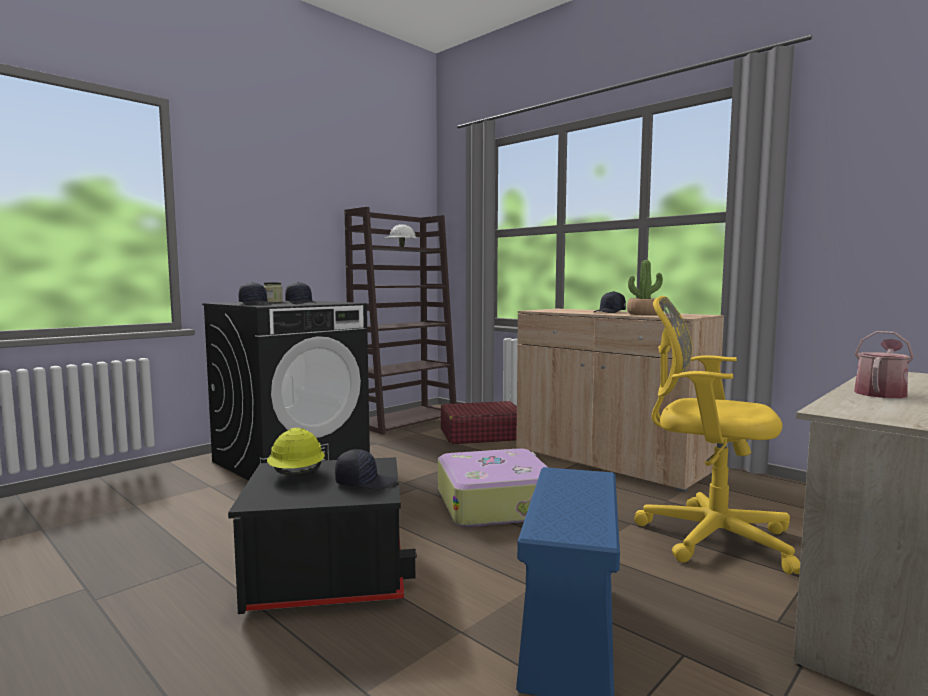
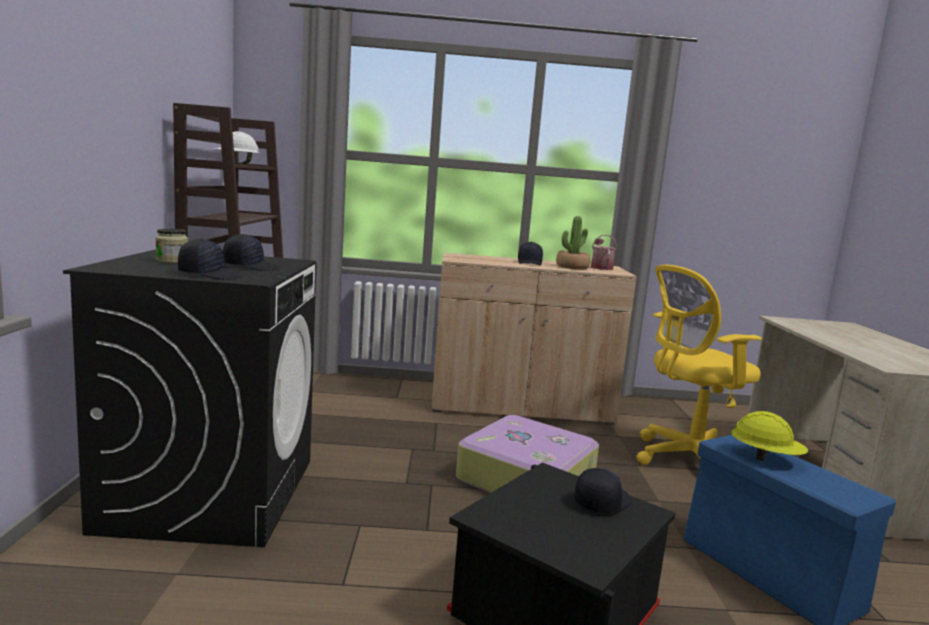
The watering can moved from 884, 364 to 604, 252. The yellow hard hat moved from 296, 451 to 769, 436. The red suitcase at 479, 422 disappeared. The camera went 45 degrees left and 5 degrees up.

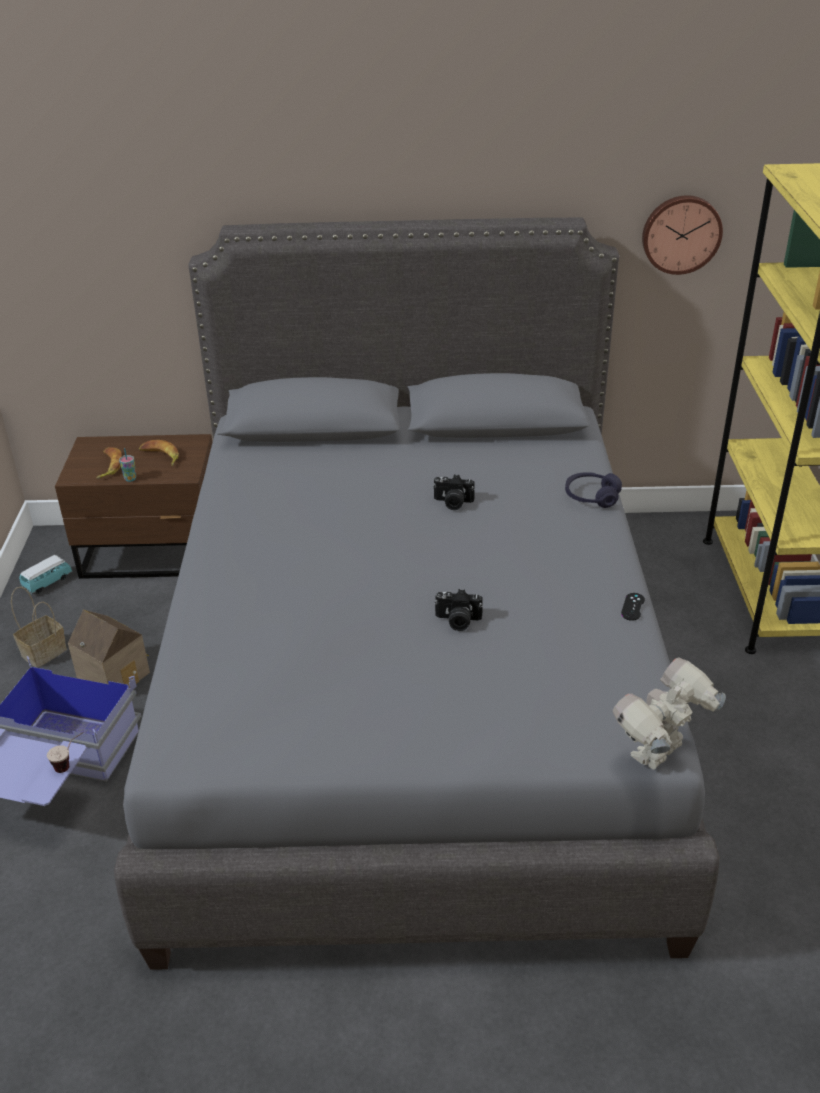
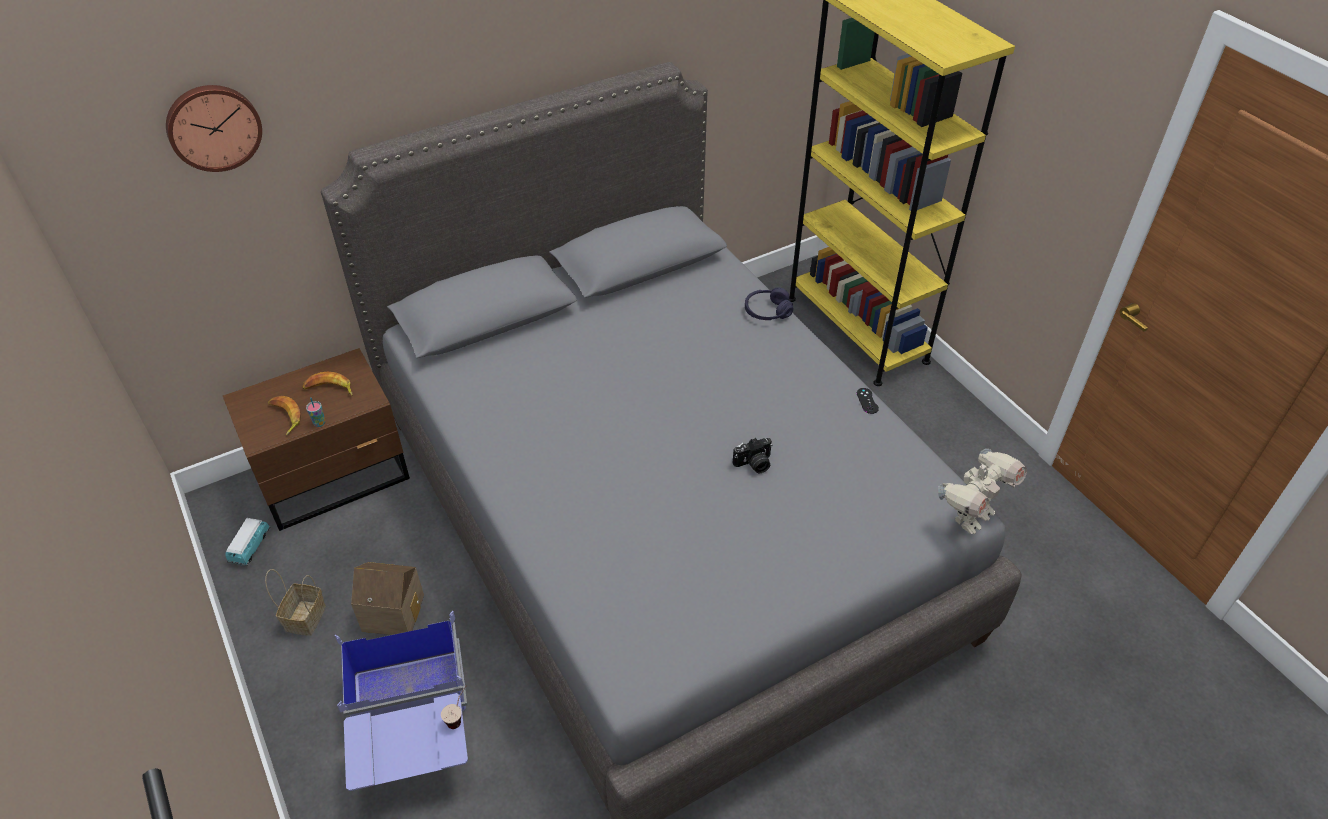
The wall clock moved from 682, 235 to 214, 128. The toy robot at 669, 713 turned 150 degrees counterclockwise. The photo camera at 454, 492 disappeared. The camera went 30 degrees left and 10 degrees up.

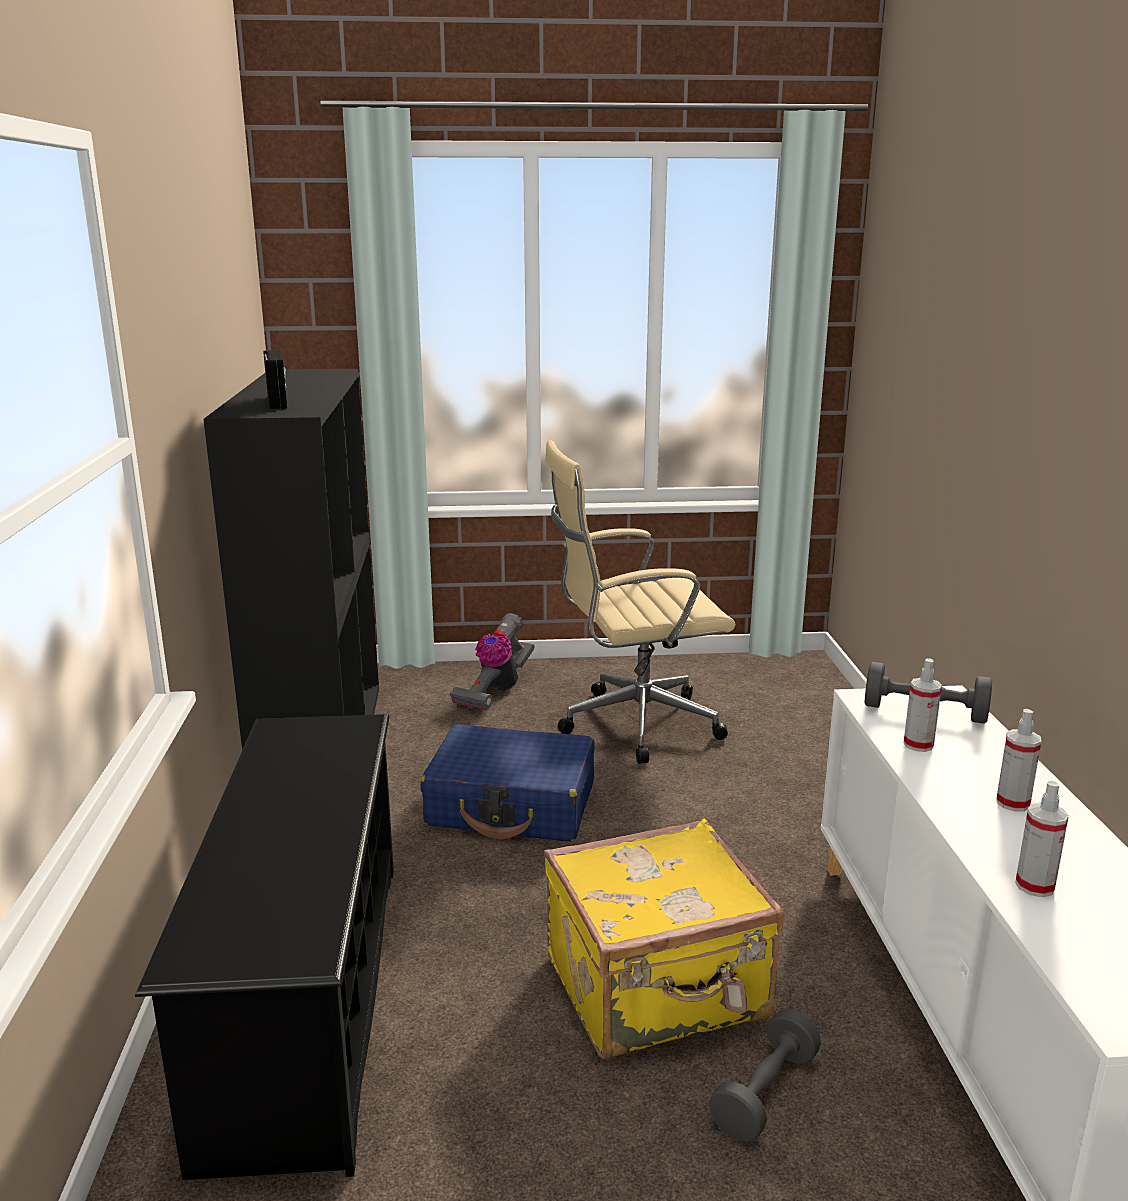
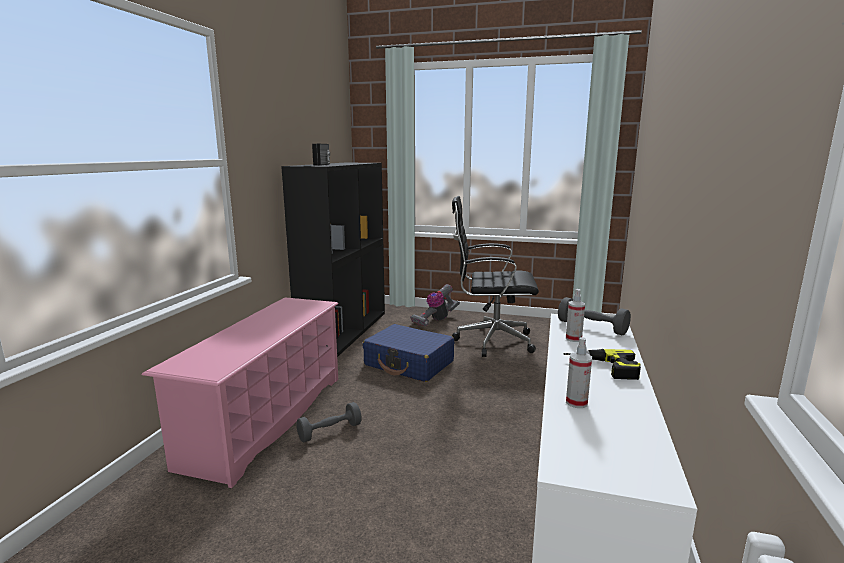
The black shoe rack at 264, 947 became the pink shoe rack at 240, 392. The grey dumbbell moved from 765, 1075 to 329, 422. The beige office chair at 640, 602 became the black office chair at 495, 276. The spray bottle at 1018, 760 was replaced by the power drill at 602, 364. The yellow suitcase at 664, 939 disappeared. The camera went 20 degrees right and 5 degrees down.

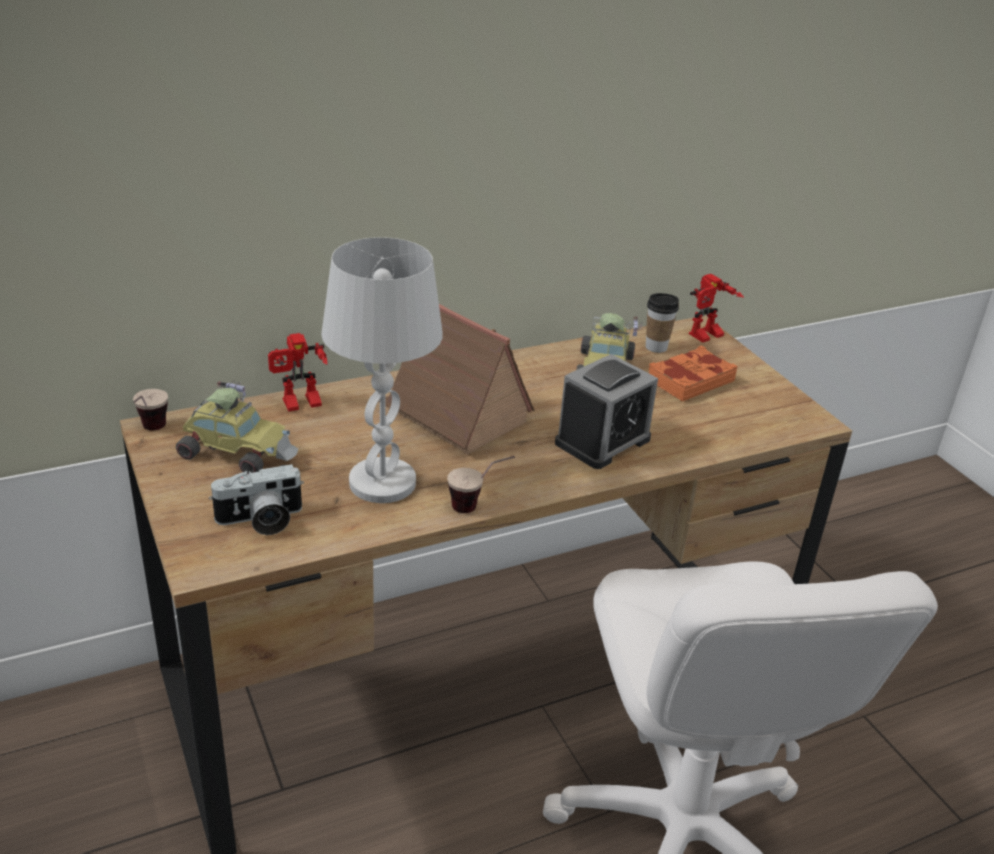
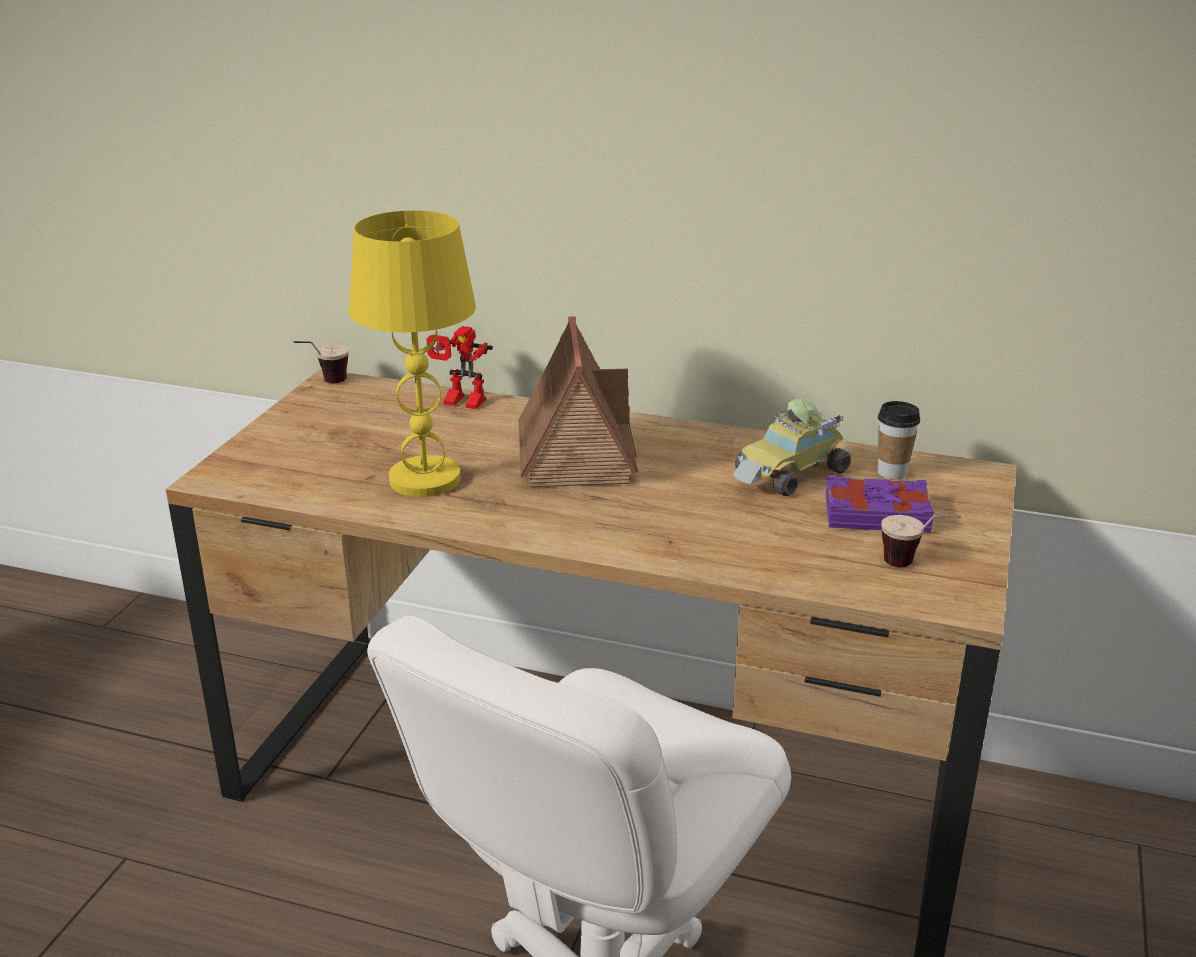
The white table lamp at 382, 370 became the yellow table lamp at 412, 353. The orange book at 693, 373 became the purple book at 880, 504. The cup moved from 481, 484 to 921, 541. The toy car at 237, 427 disappeared. The photo camera at 256, 499 disappeared. The alarm clock at 606, 411 disappeared. The toy robot at 716, 308 disappeared. The camera went 45 degrees right and 5 degrees down.

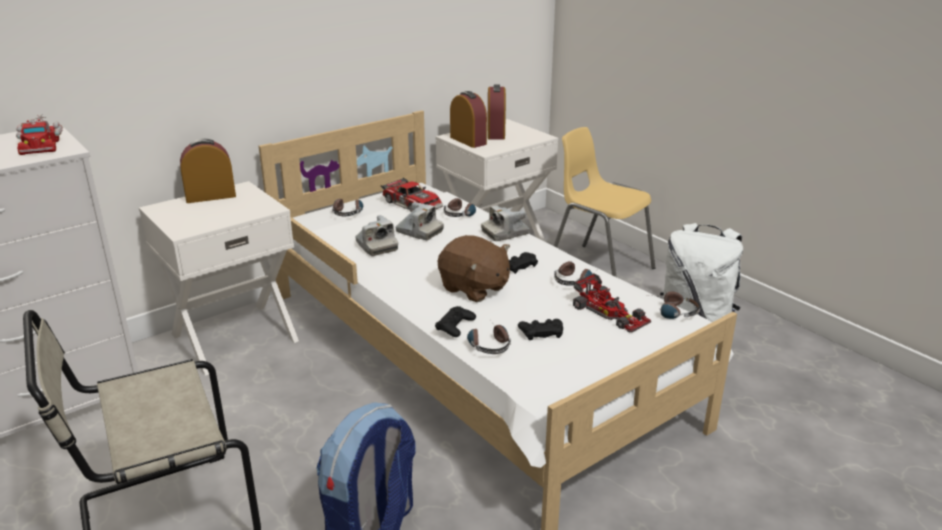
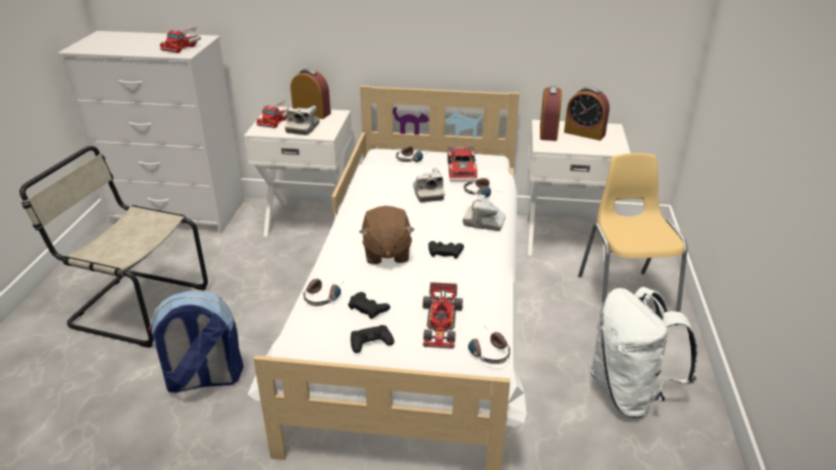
The toy truck at 273, 114 appeared. The photo camera moved from 376, 235 to 302, 120. The black game controller moved from 455, 321 to 372, 339. The alarm clock at 496, 112 turned 105 degrees counterclockwise. The headphones at 575, 273 disappeared. The camera went 45 degrees right and 5 degrees up.

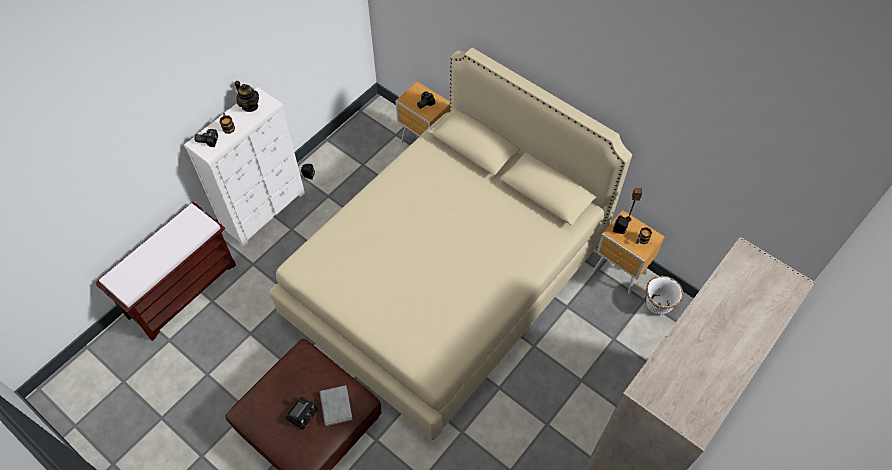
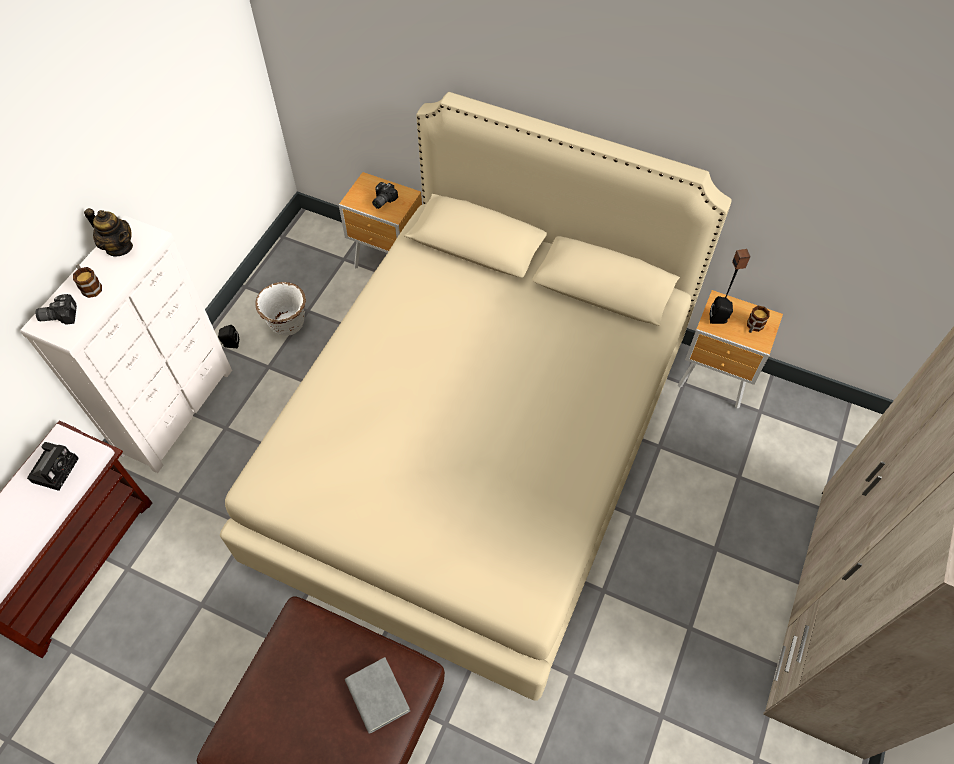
The photo camera moved from 302, 413 to 53, 466. The white planter moved from 665, 295 to 280, 309. The camera went 15 degrees left and 0 degrees up.

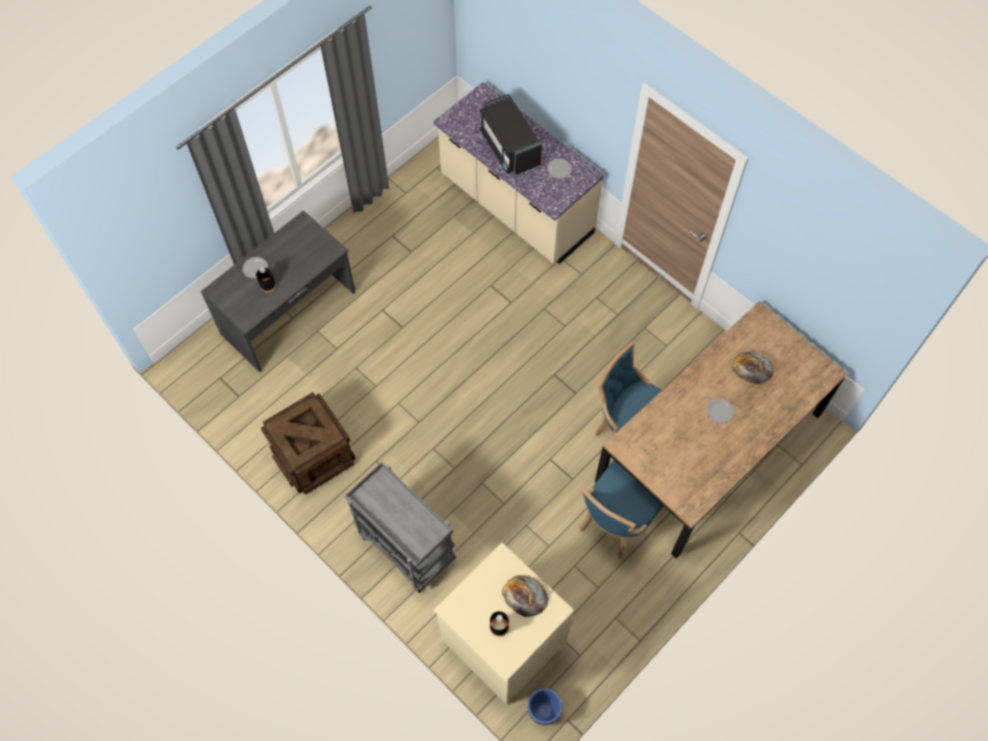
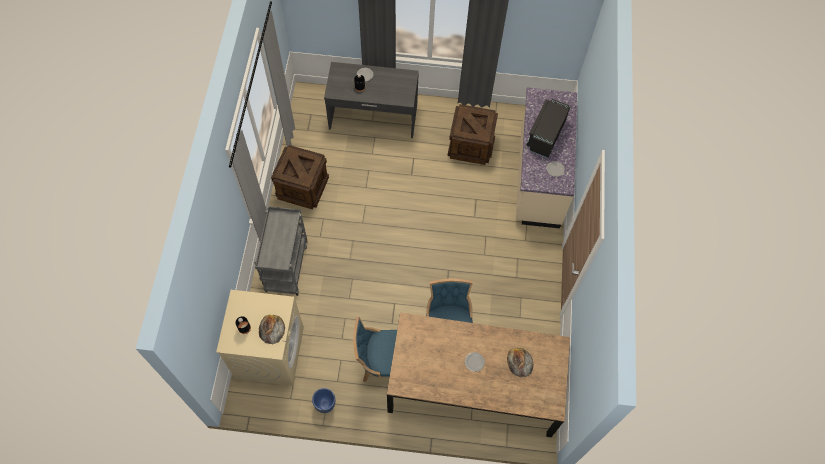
The blue planter moved from 545, 706 to 323, 400. The crate at 473, 134 appeared. The camera went 50 degrees right and 0 degrees up.

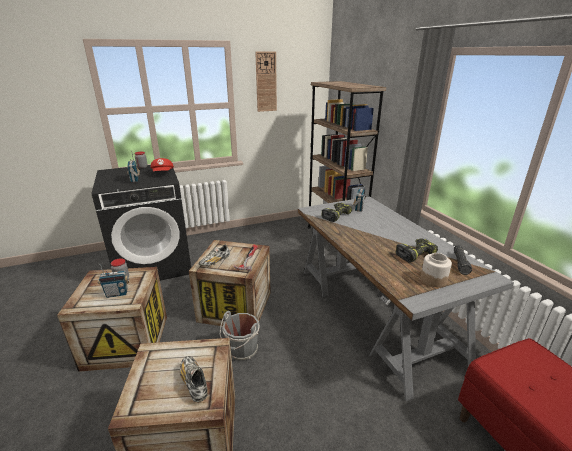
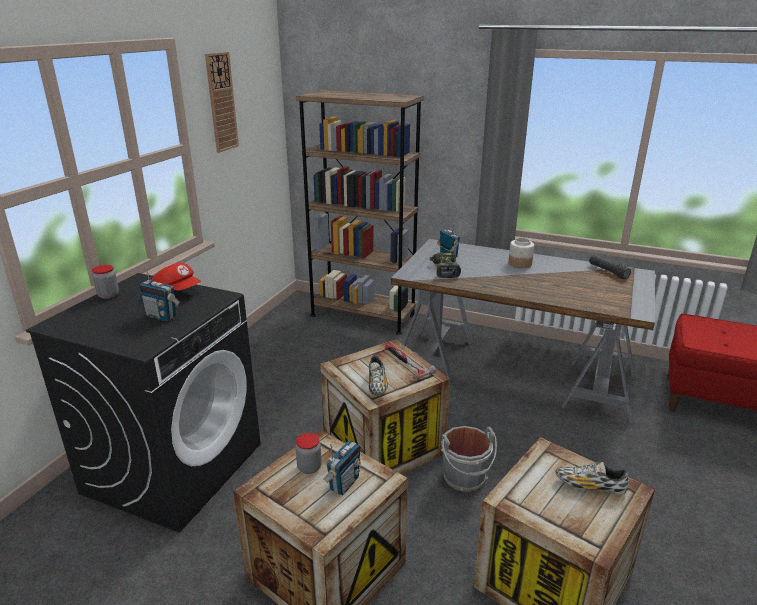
The jar moved from 436, 270 to 521, 253. The power drill at 417, 250 disappeared. The camera went 45 degrees left and 0 degrees up.

